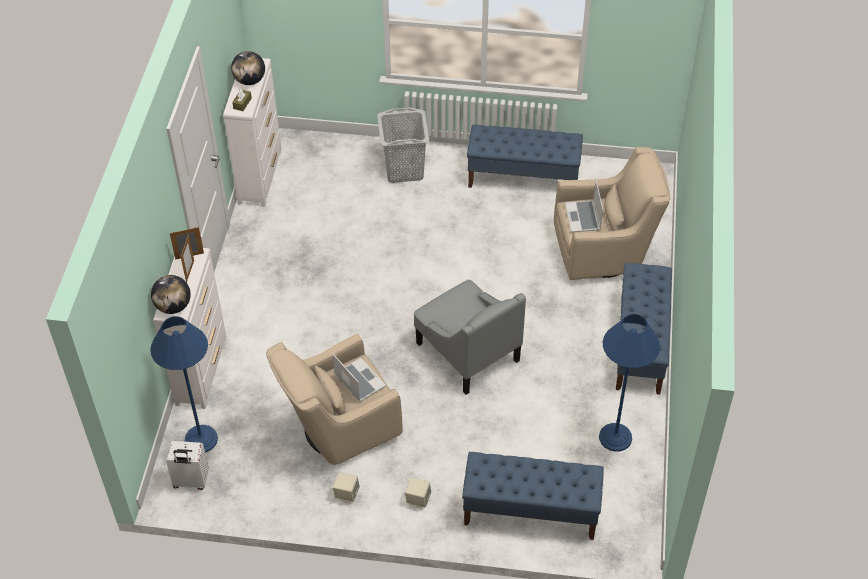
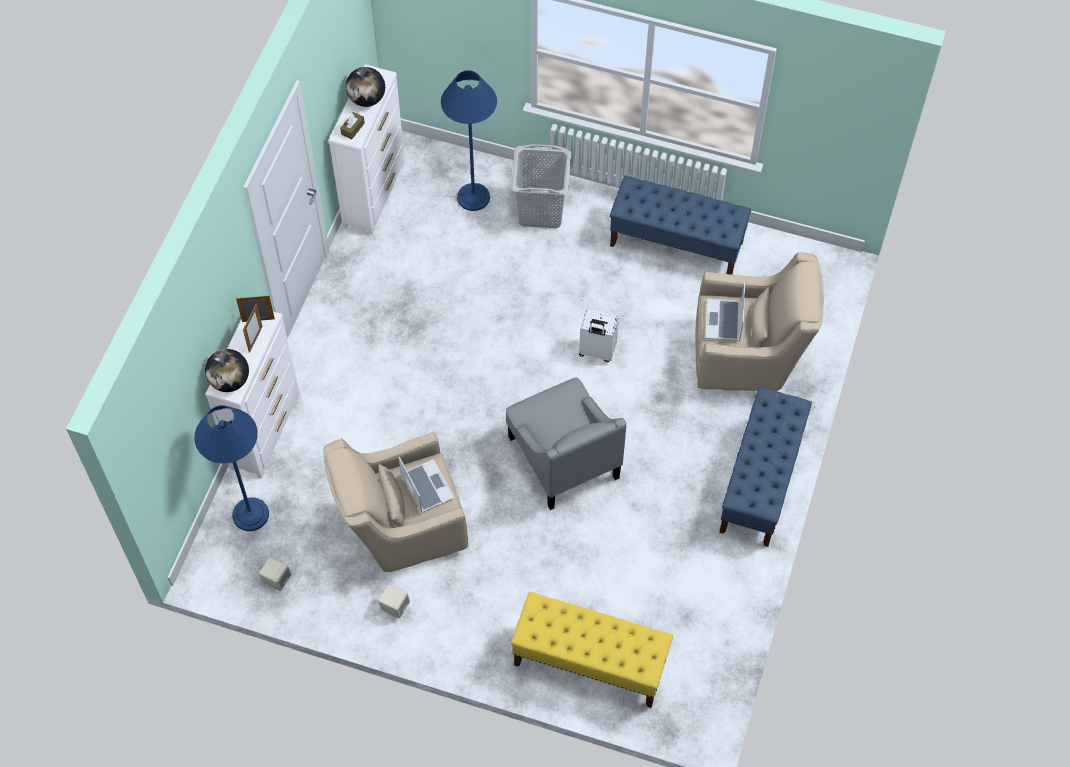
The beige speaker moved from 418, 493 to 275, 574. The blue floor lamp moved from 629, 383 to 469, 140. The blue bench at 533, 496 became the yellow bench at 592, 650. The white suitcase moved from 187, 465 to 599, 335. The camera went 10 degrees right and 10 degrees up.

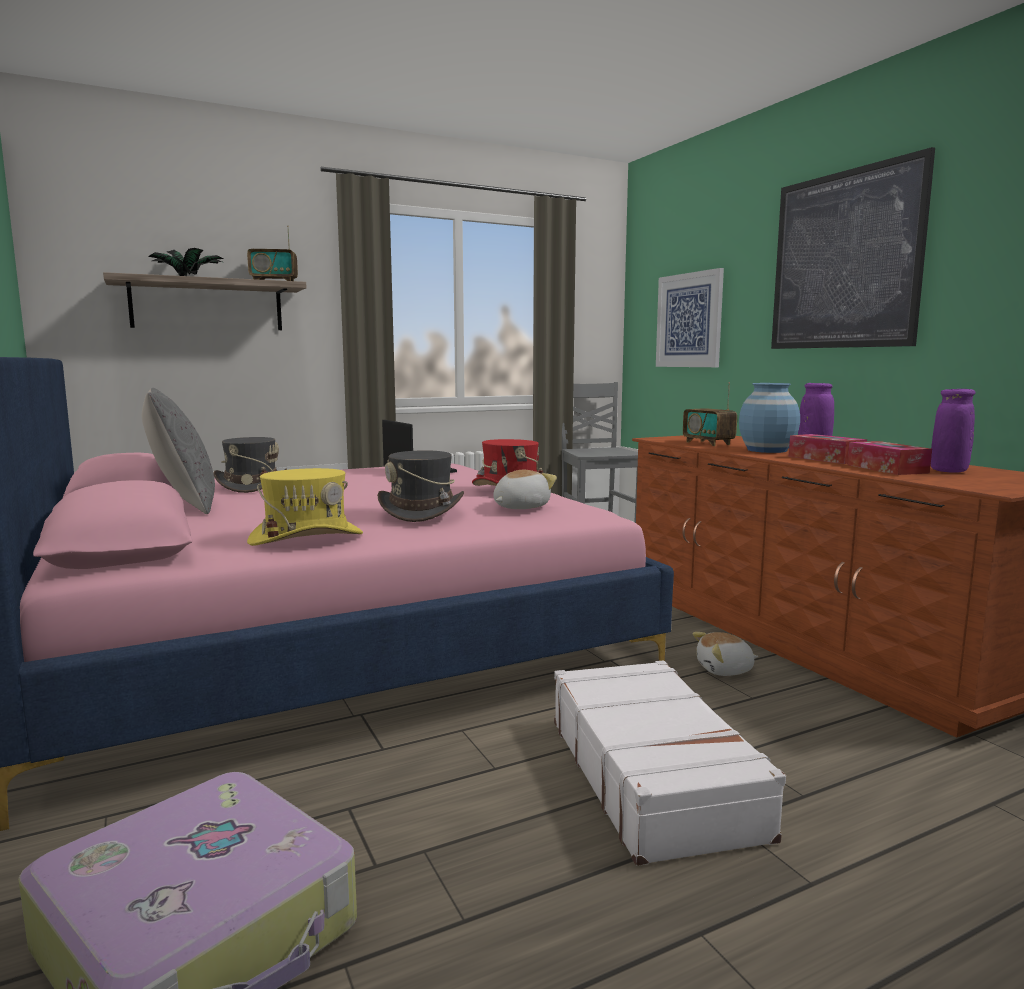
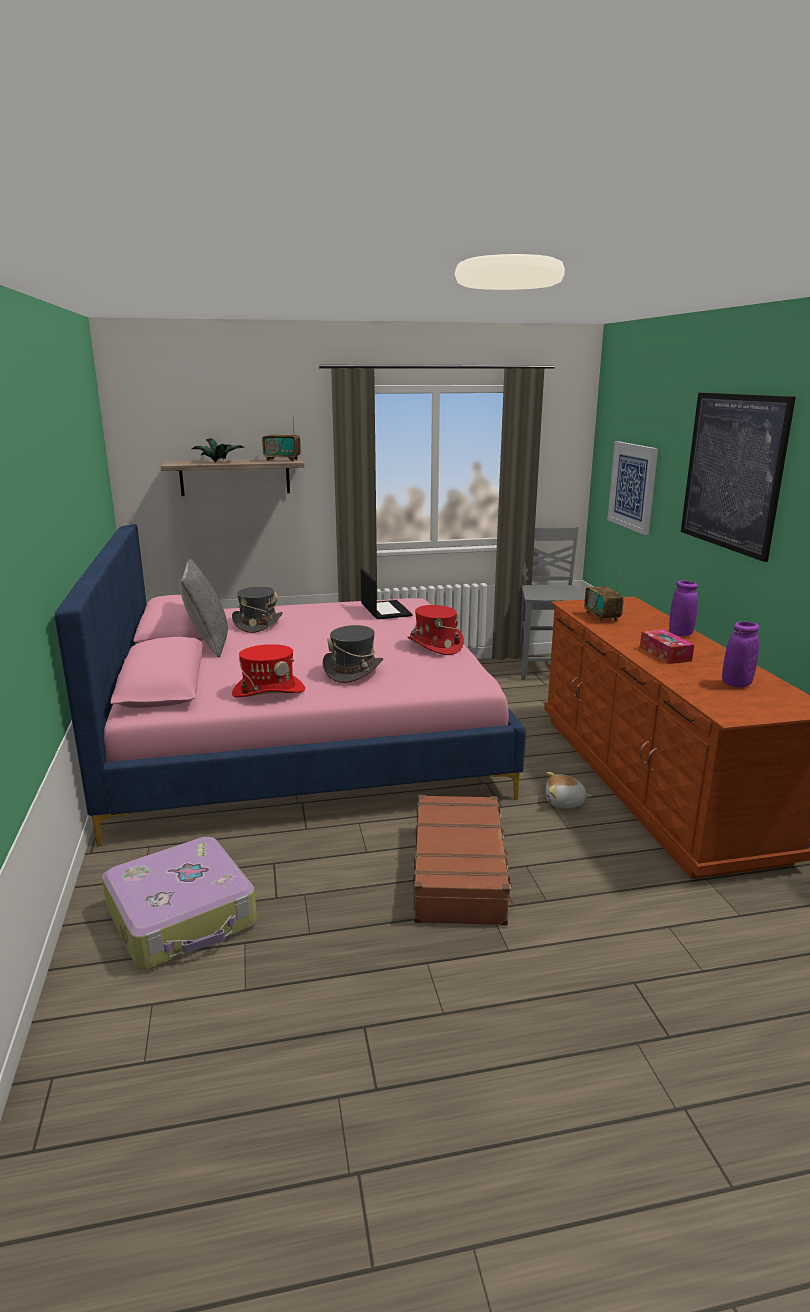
The yellow hat at 305, 507 became the red hat at 268, 670. The white suitcase at 670, 763 became the brown suitcase at 464, 860. The plush toy at 525, 489 disappeared. The blue vase at 769, 418 disappeared. The tissue box at 889, 458 disappeared. The camera went 15 degrees right and 10 degrees up.

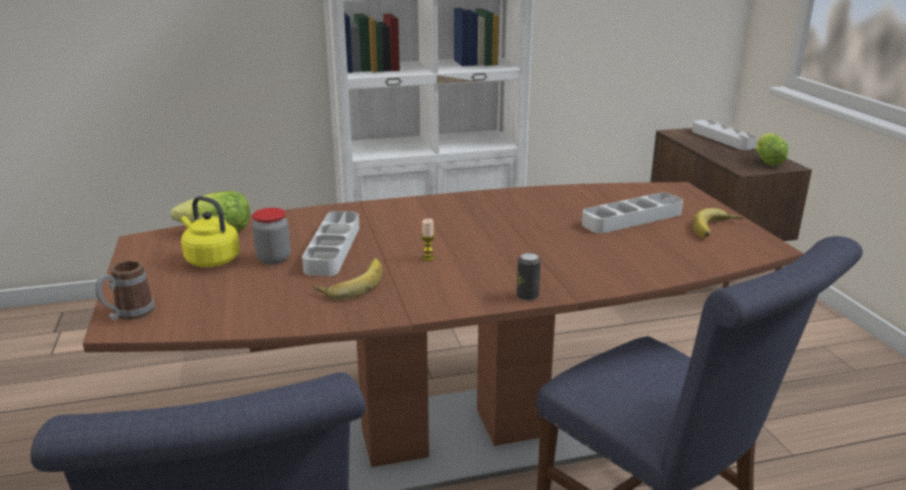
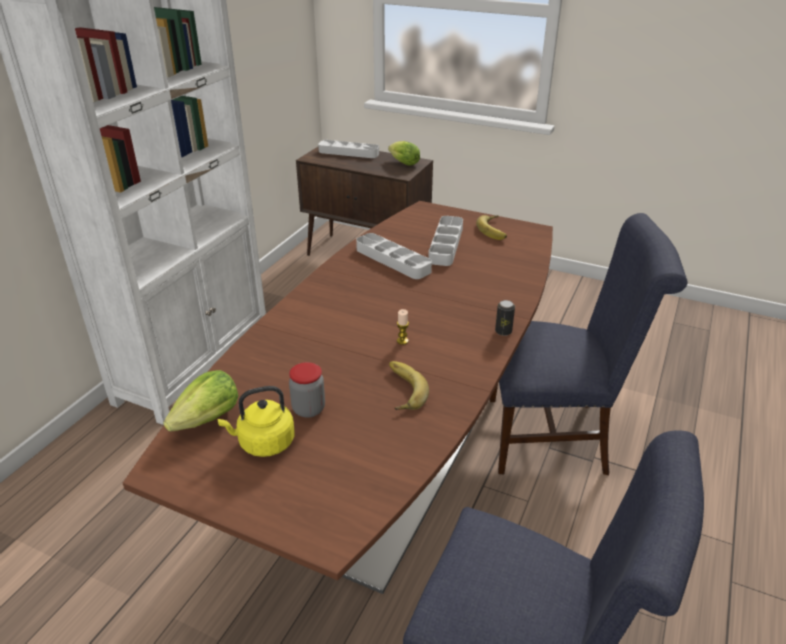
The grey tray moved from 330, 243 to 394, 256. The mug at 125, 290 disappeared. The camera went 50 degrees left and 10 degrees up.

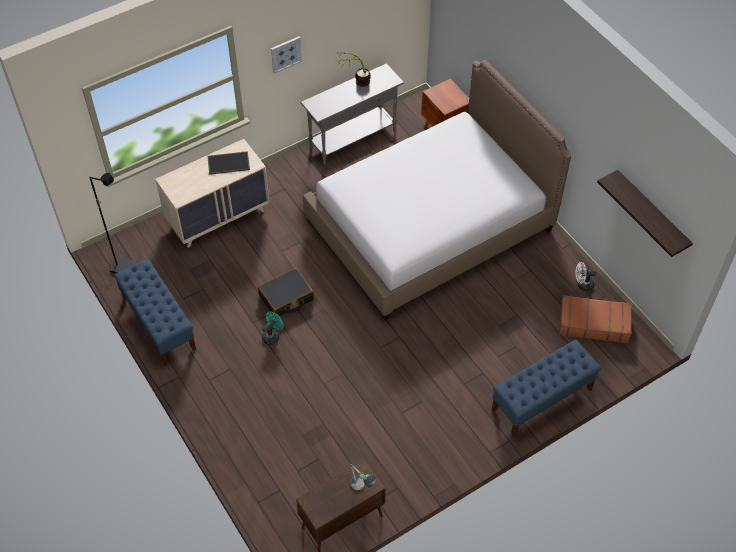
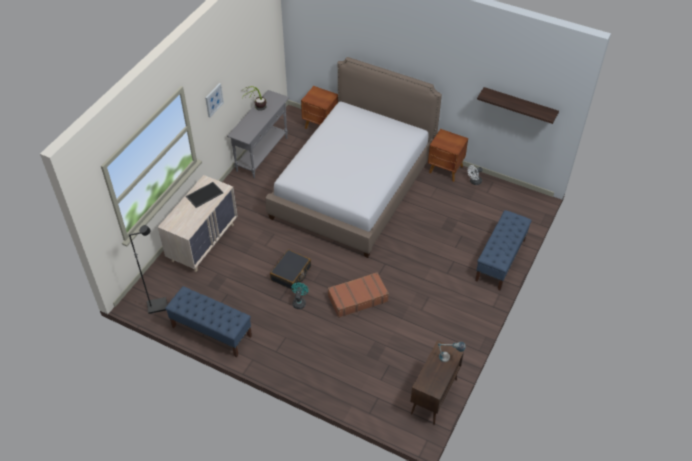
The brown suitcase moved from 595, 319 to 358, 295. The brown nightstand at 448, 155 appeared. The camera went 30 degrees left and 5 degrees down.

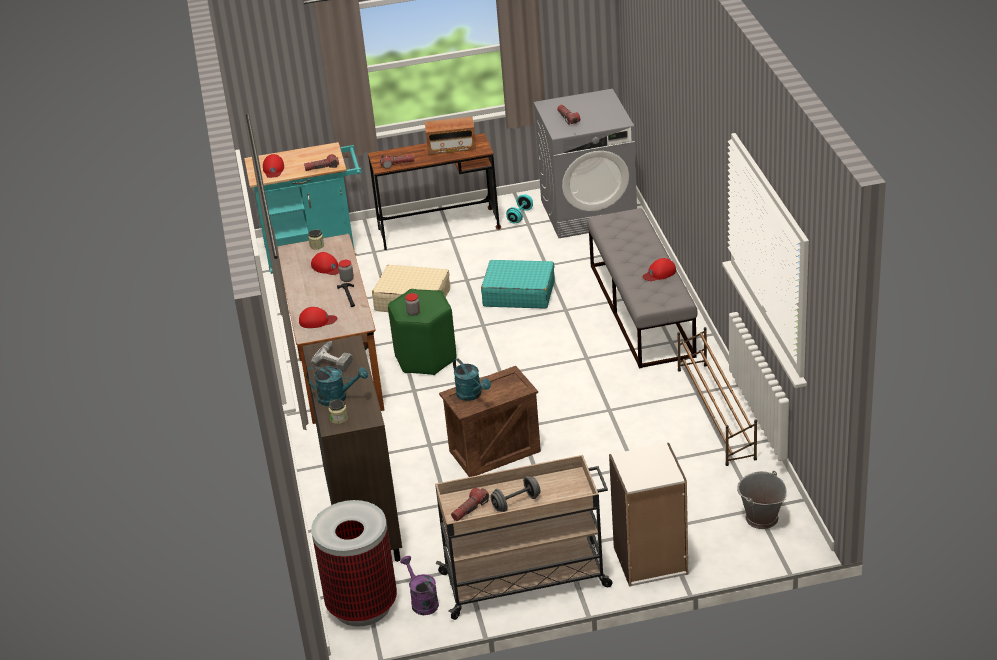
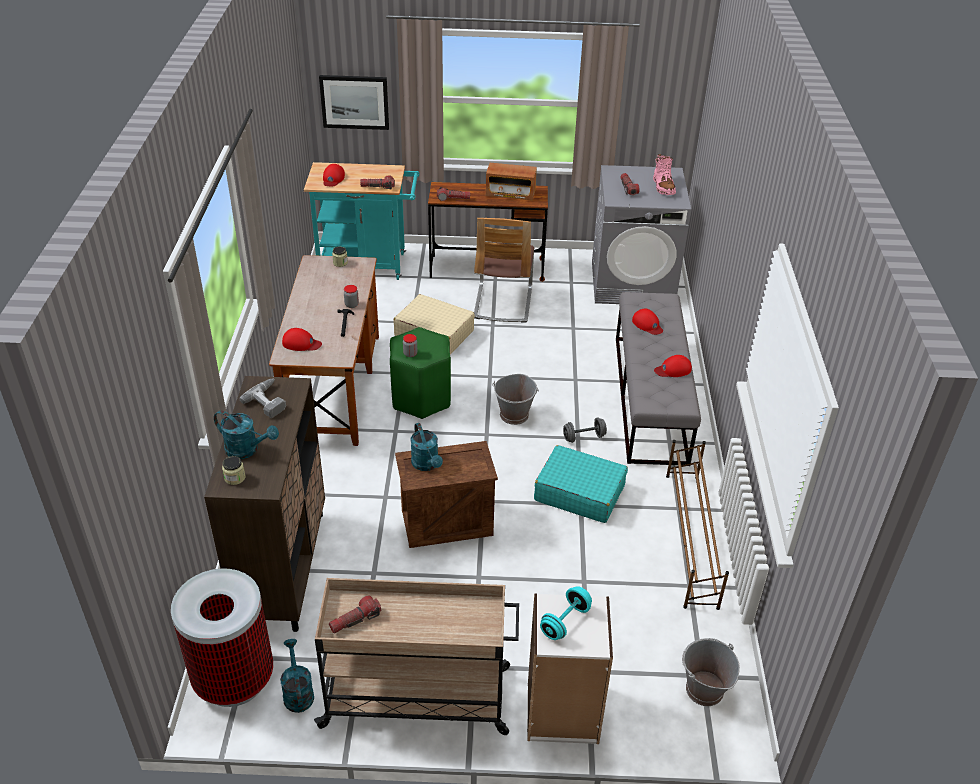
The purple watering can at 419, 585 became the turquoise watering can at 297, 676. The picture at 354, 102 appeared. The chair at 504, 270 appeared. The grey bucket at 515, 399 appeared. The turquoise suitcase moved from 518, 284 to 581, 484. The turquoise dumbbell moved from 519, 209 to 566, 613. The grey dumbbell moved from 515, 494 to 585, 430. The red cap moved from 325, 263 to 647, 322. The pink boot at 664, 174 appeared. The camera went 10 degrees right and 5 degrees up.

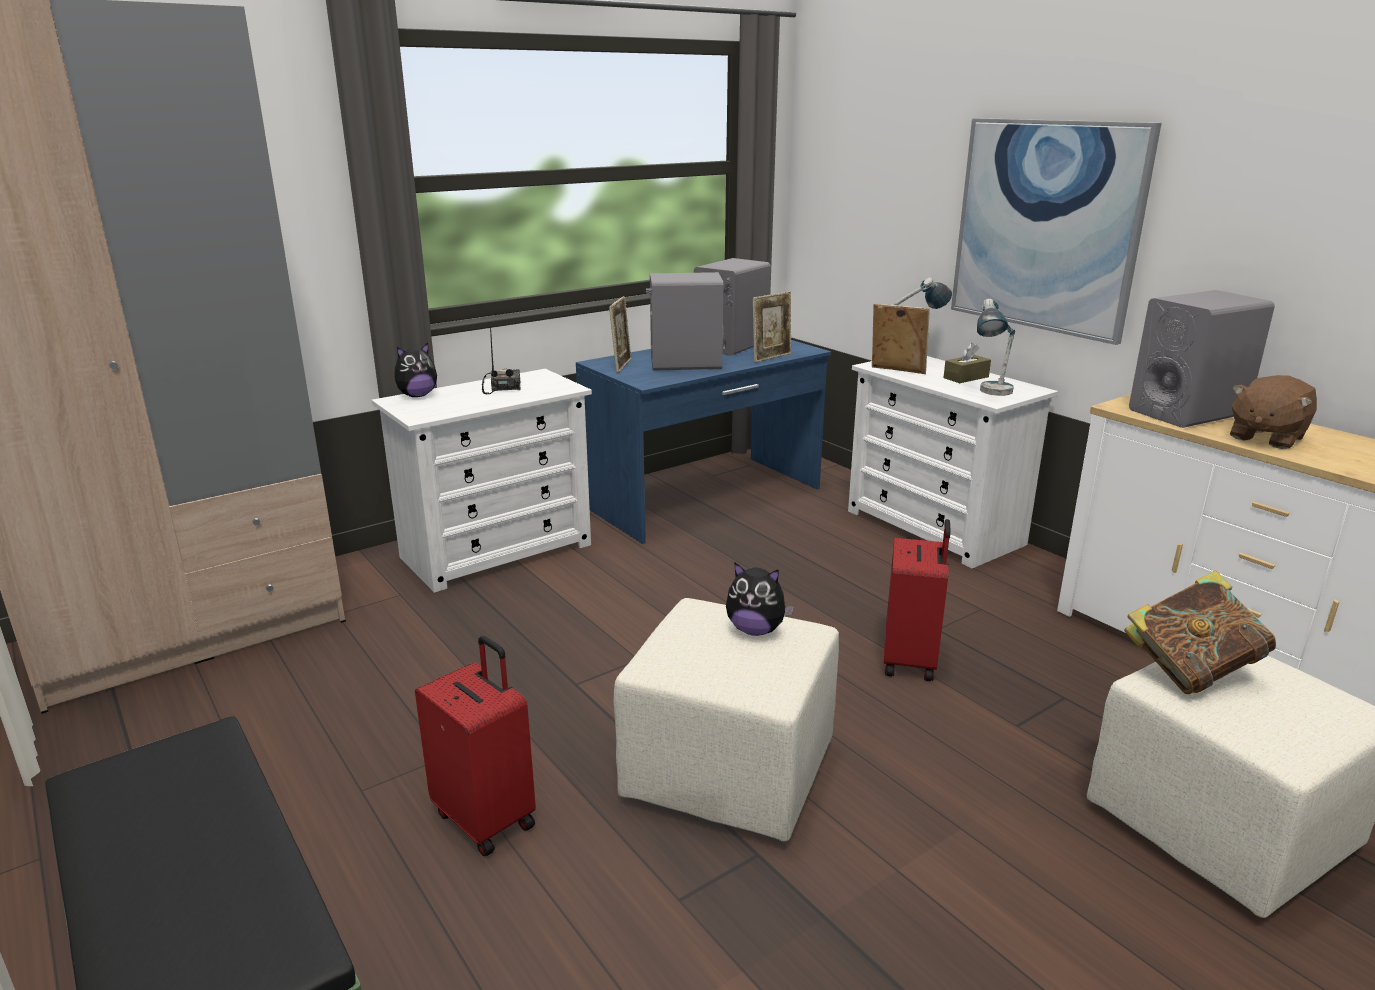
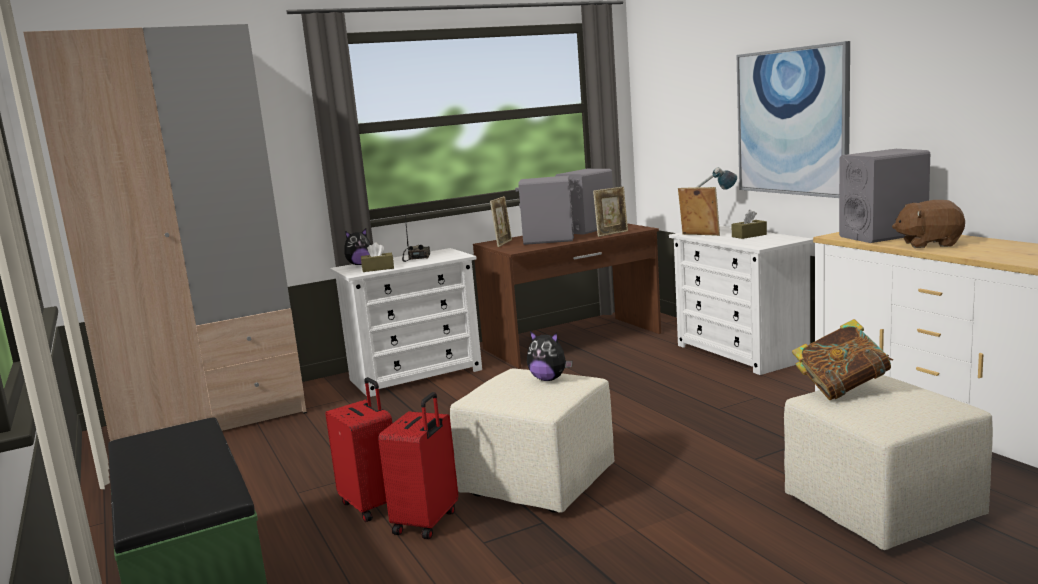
The brown tissue box at 377, 257 appeared. The red suitcase moved from 917, 600 to 418, 465. The blue desk at 703, 442 became the brown desk at 567, 295. The brown plush toy at 1273, 412 turned 45 degrees clockwise. The table lamp at 996, 347 disappeared. The camera went 10 degrees right and 10 degrees down.

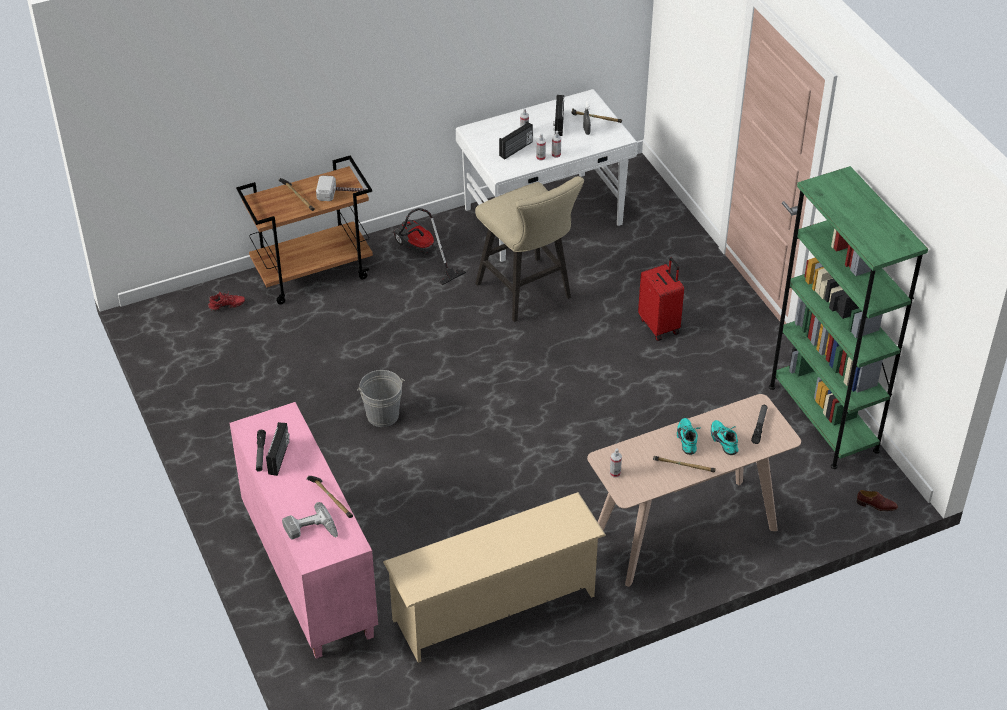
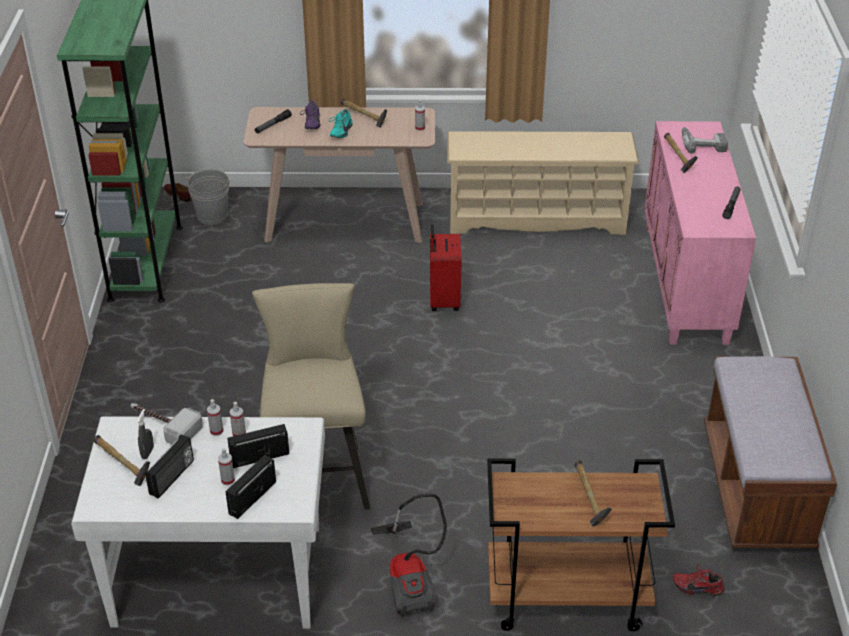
The hammer moved from 342, 188 to 167, 423. The grey bucket moved from 381, 398 to 208, 197. The radio moved from 277, 449 to 251, 487. The turquoise shoe at 724, 437 became the purple shoe at 310, 114. The red suitcase moved from 661, 299 to 446, 268. The brown bench at 770, 452 appeared. The camera went 155 degrees left and 5 degrees down.

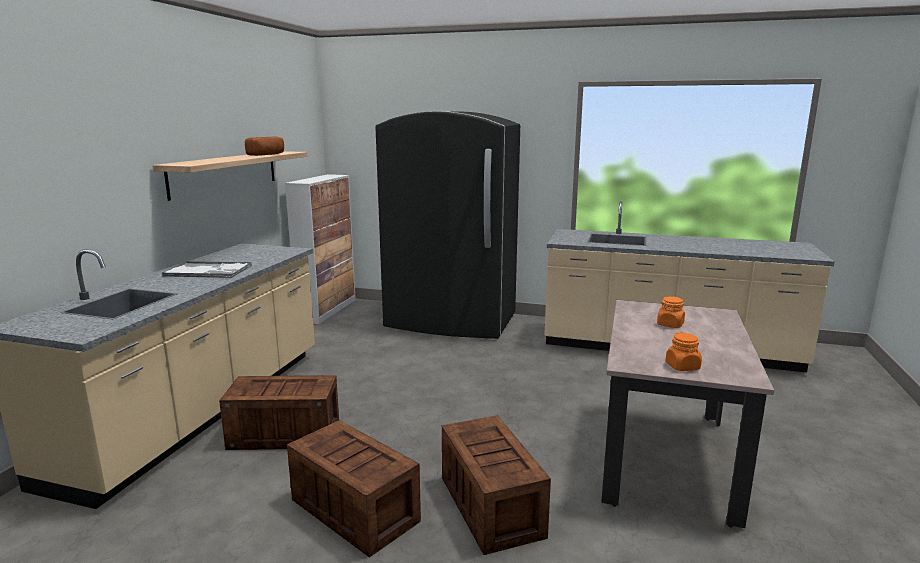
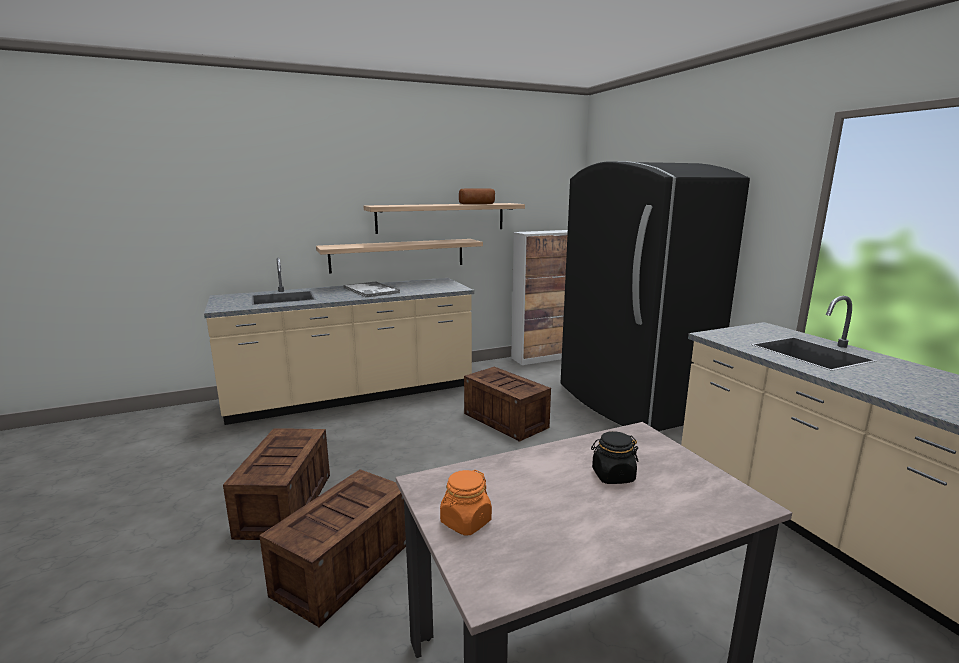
The shelf at 399, 256 appeared. The crate moved from 279, 412 to 507, 404. The orange jar at 671, 312 became the black jar at 615, 457. The camera went 50 degrees right and 0 degrees up.

